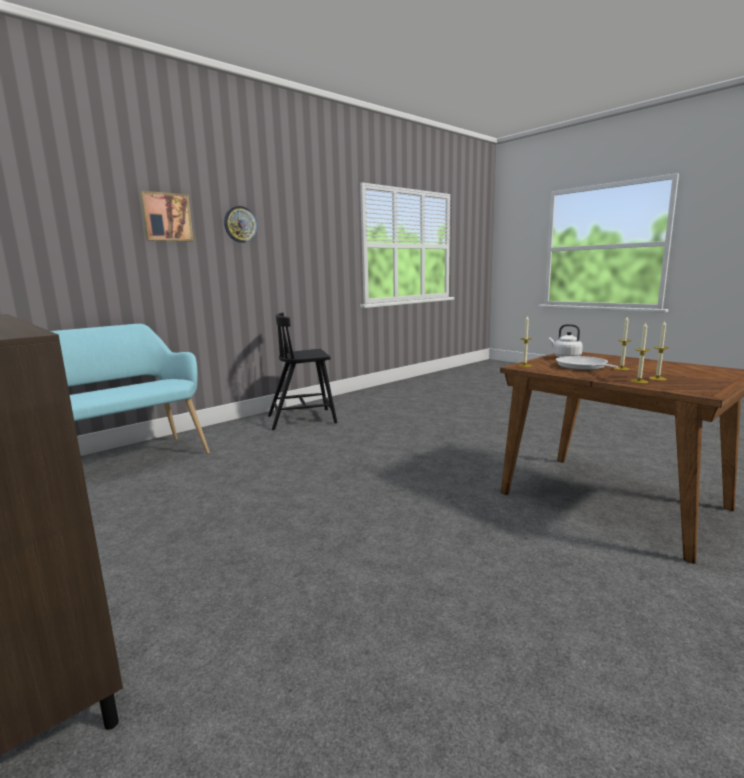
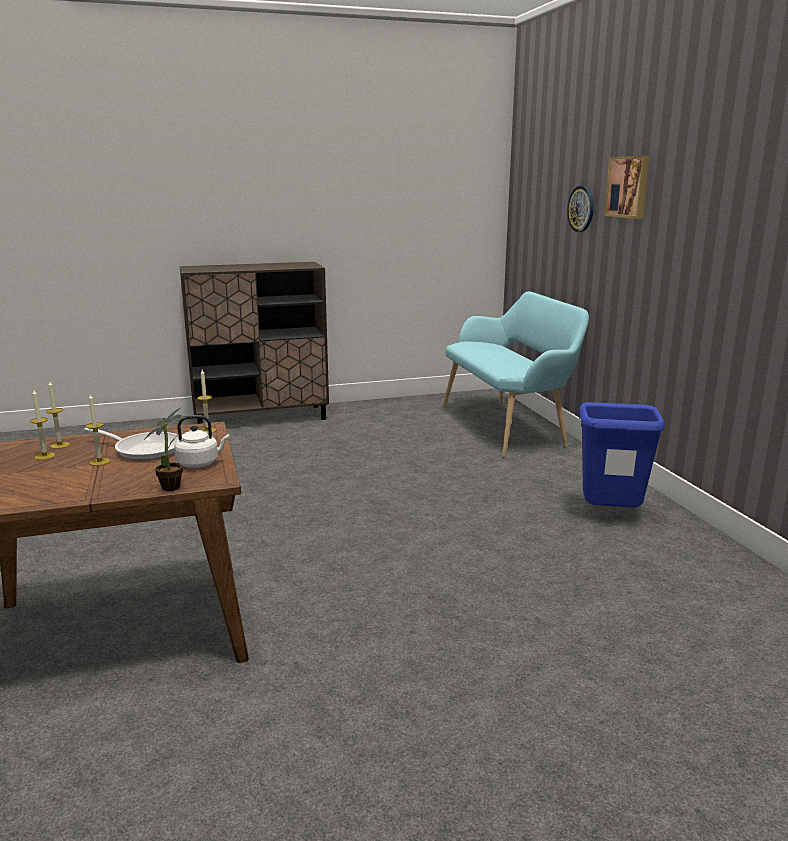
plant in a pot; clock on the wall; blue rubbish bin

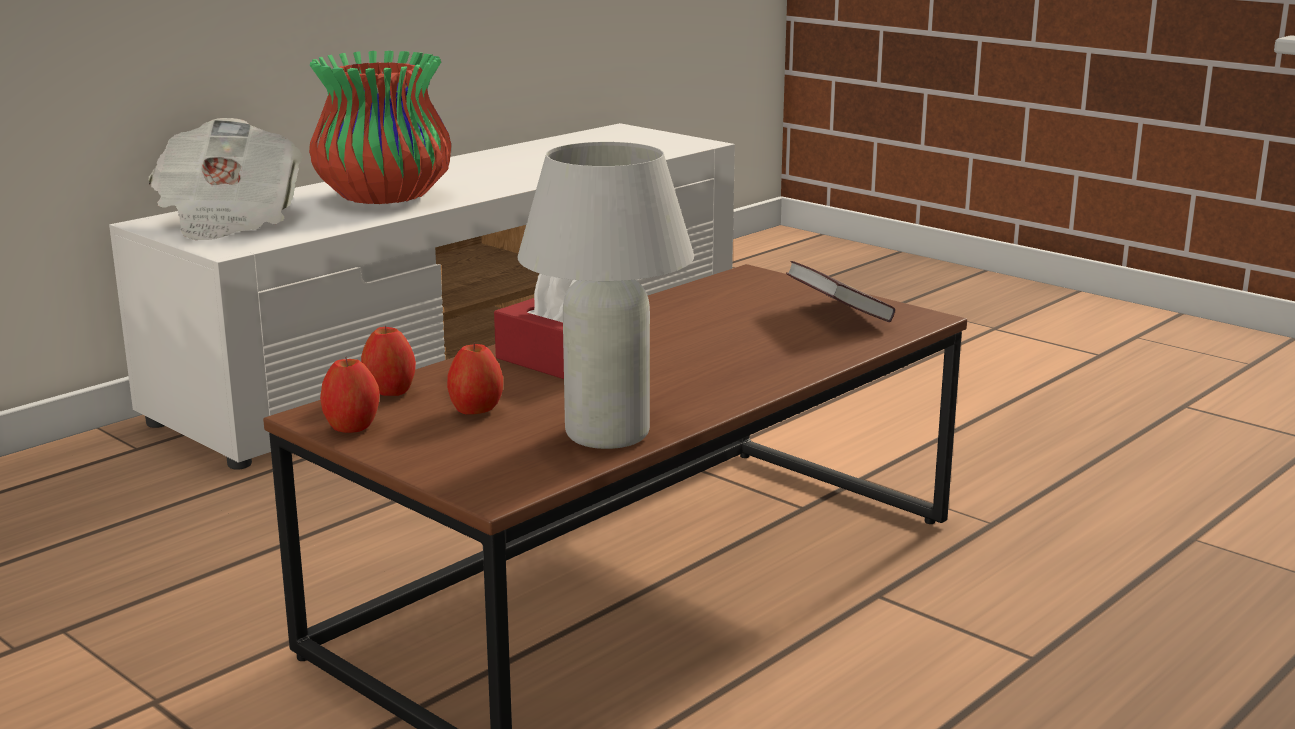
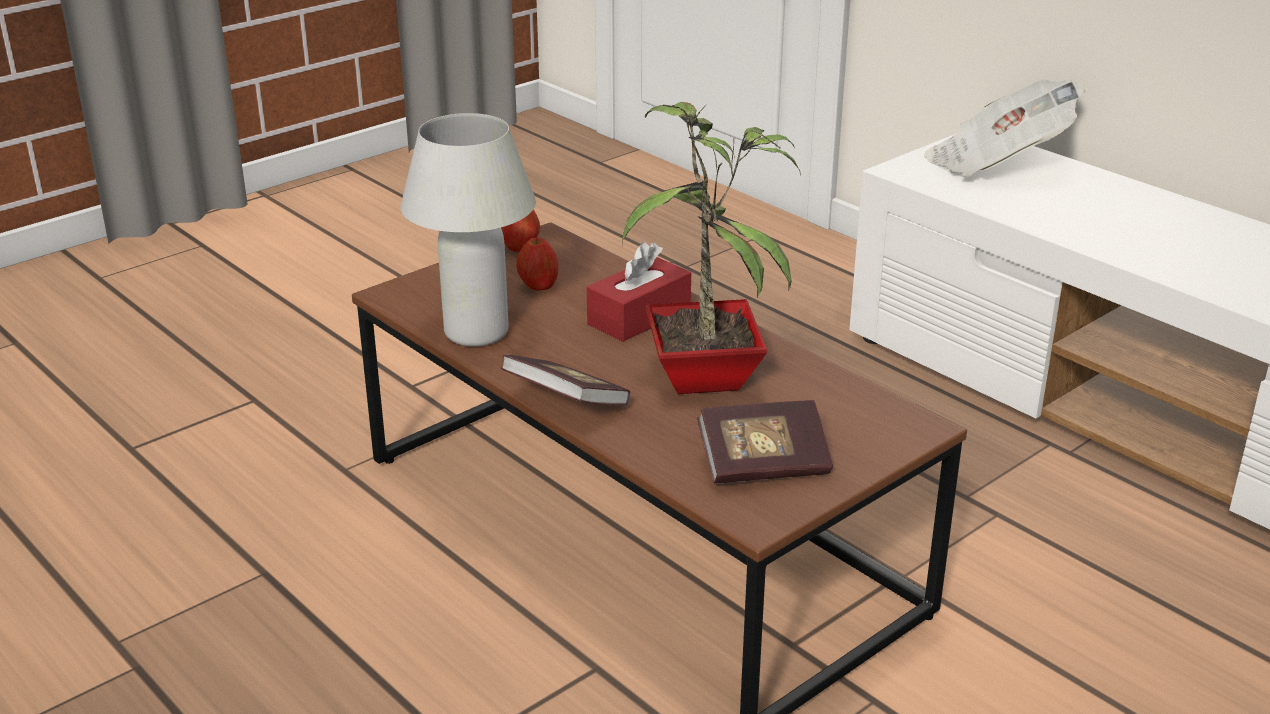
decorative vase; apple fruit (2nd from left in the first image); book (1st from left); plant in a pot

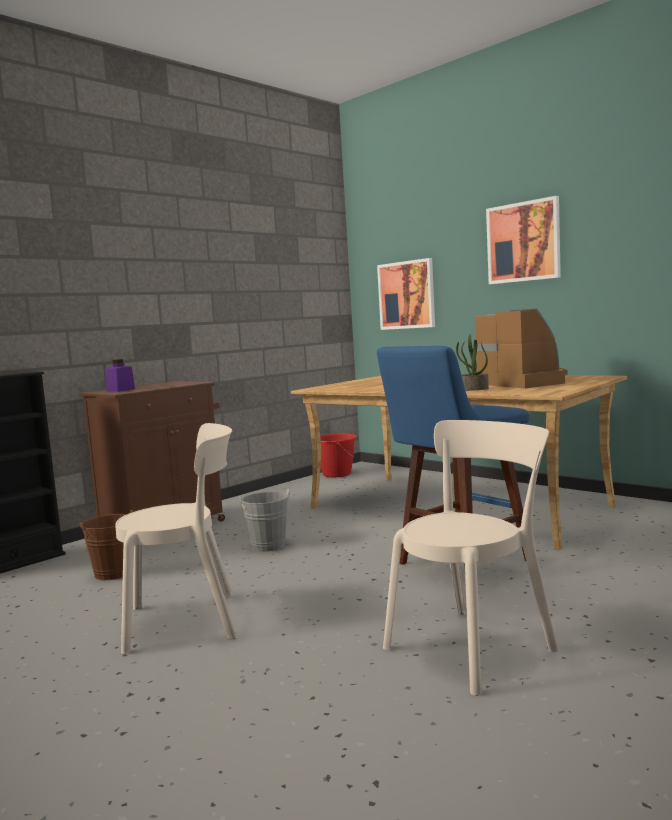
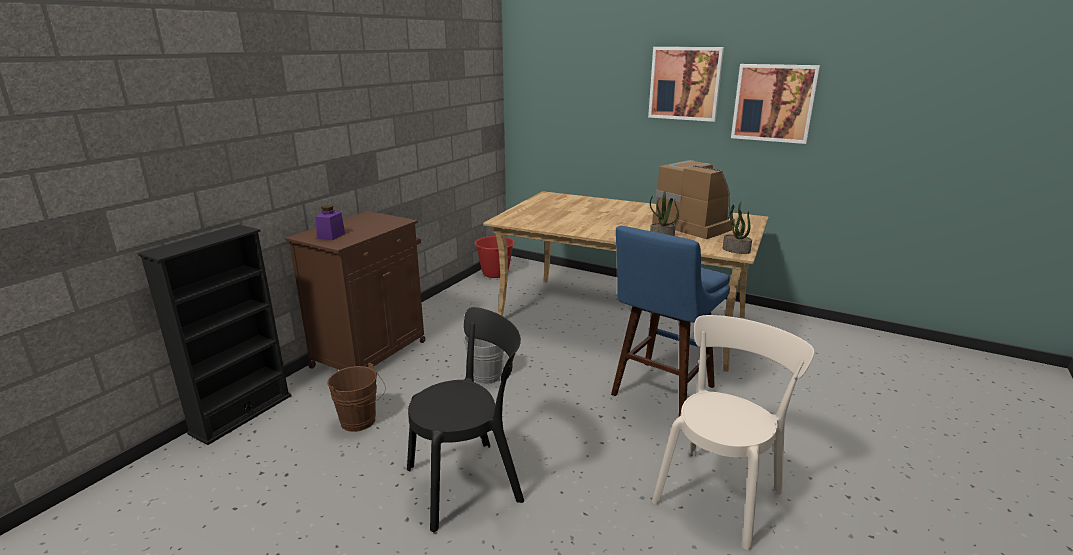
plant in a pot (2nd from left); picture (2nd from left); black-coloured upright chair

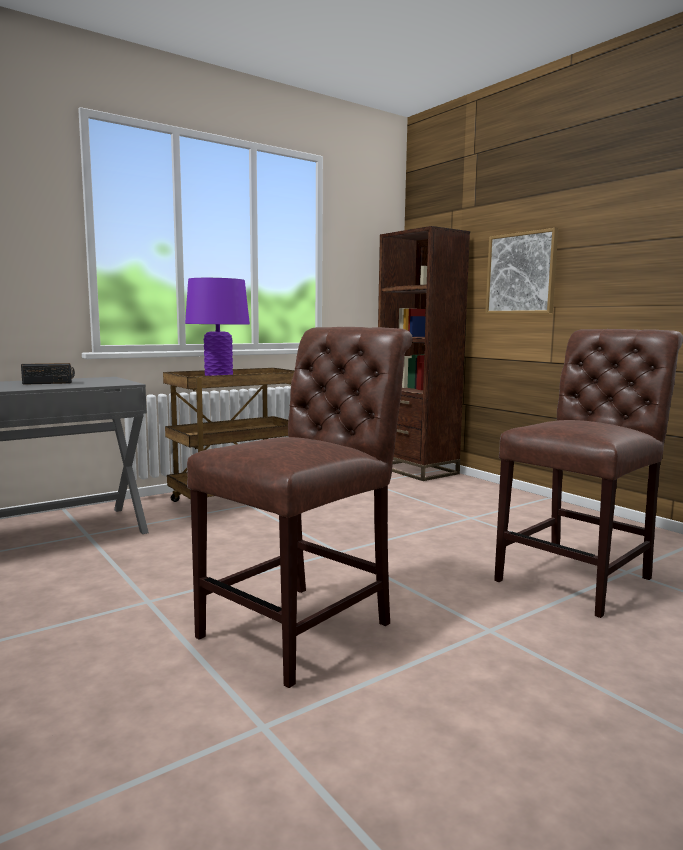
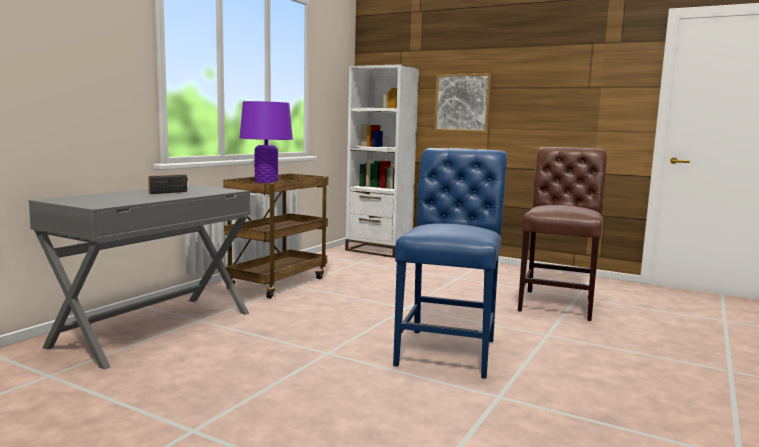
blue upright chair; white-coloured bookcase

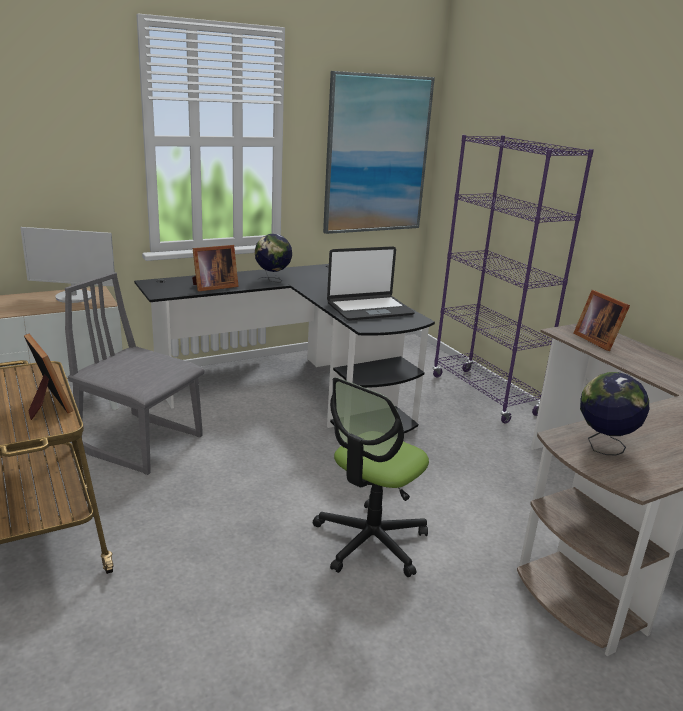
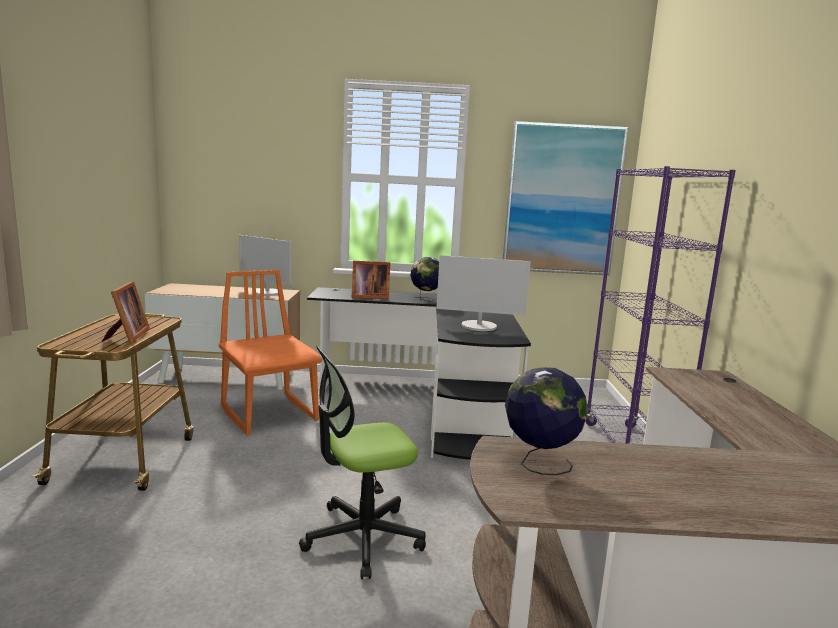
photo frame (3rd from left in the first image); monitor (2nd from left); orange upright chair

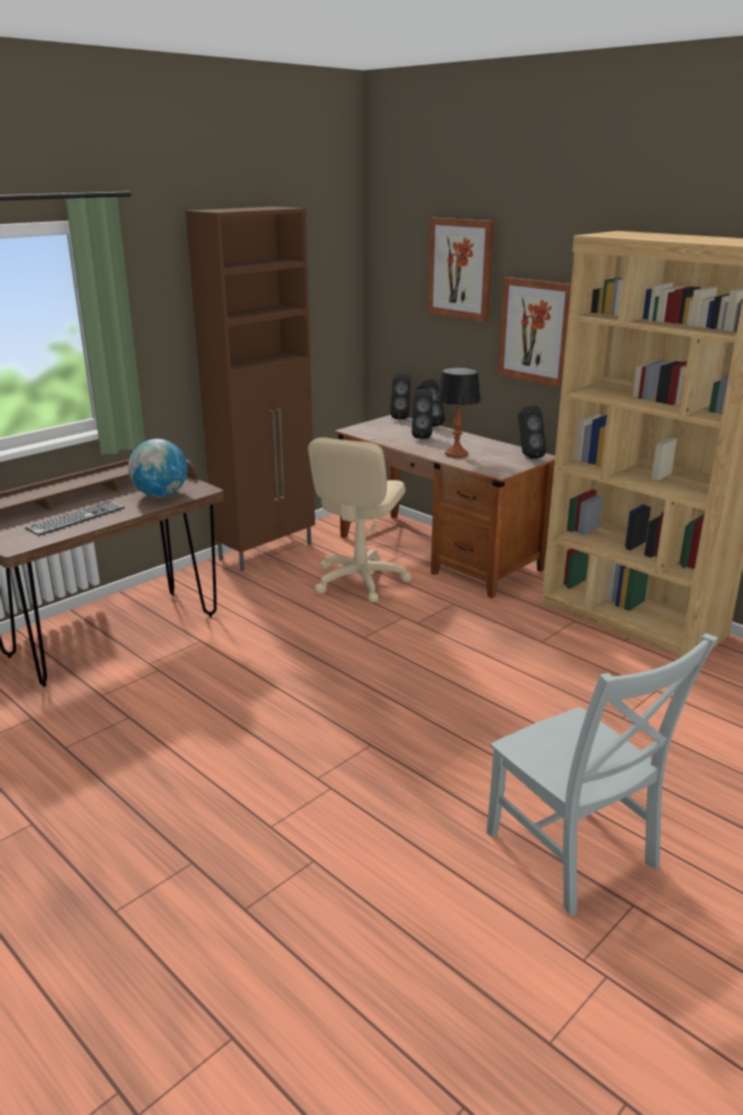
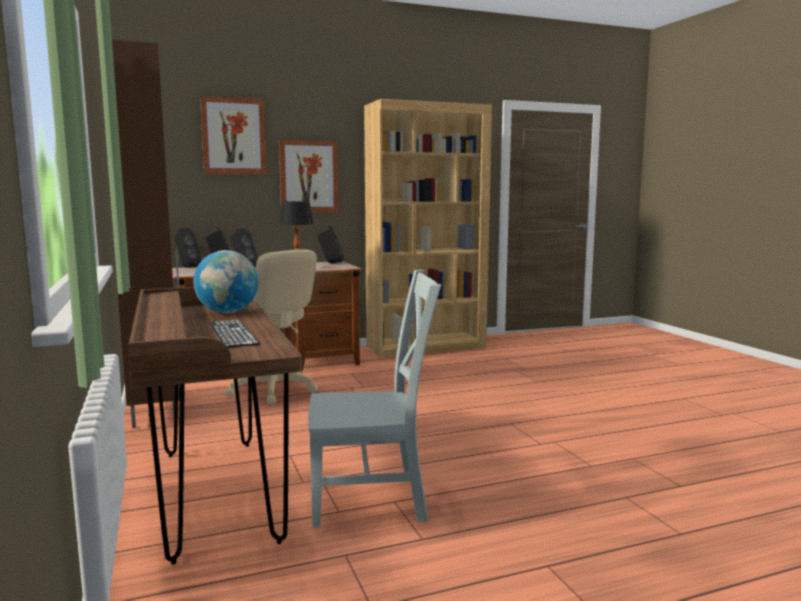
grey upright chair

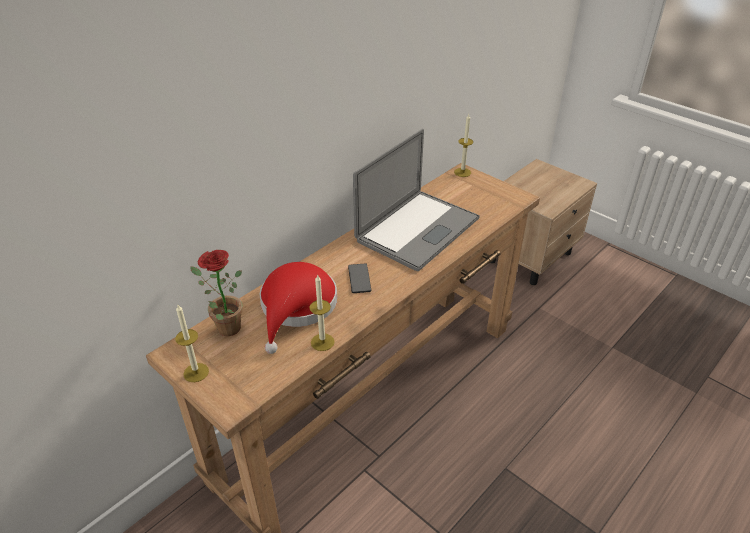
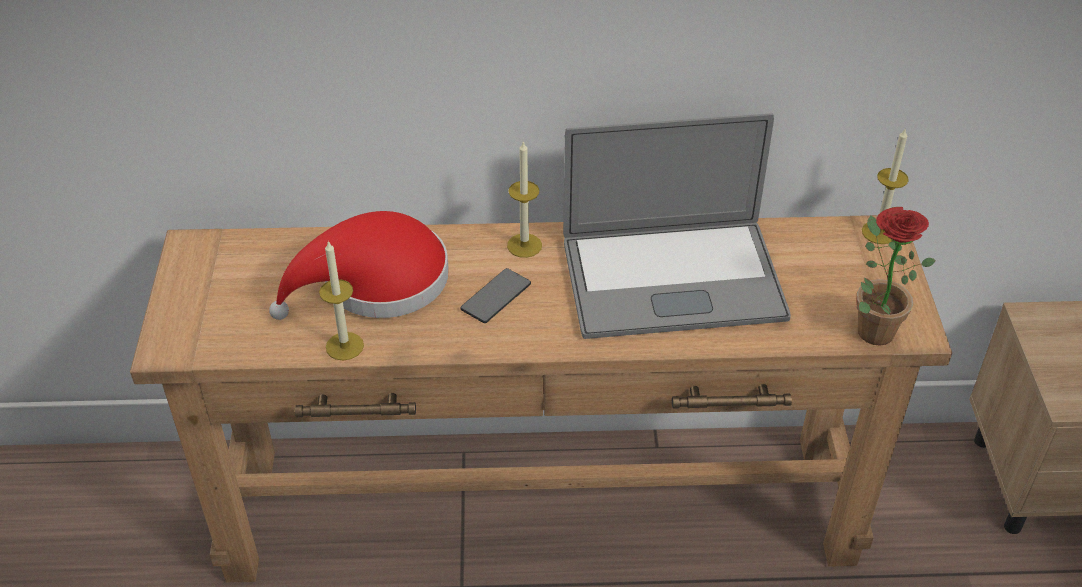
wax candle (2nd from left); plant in a pot

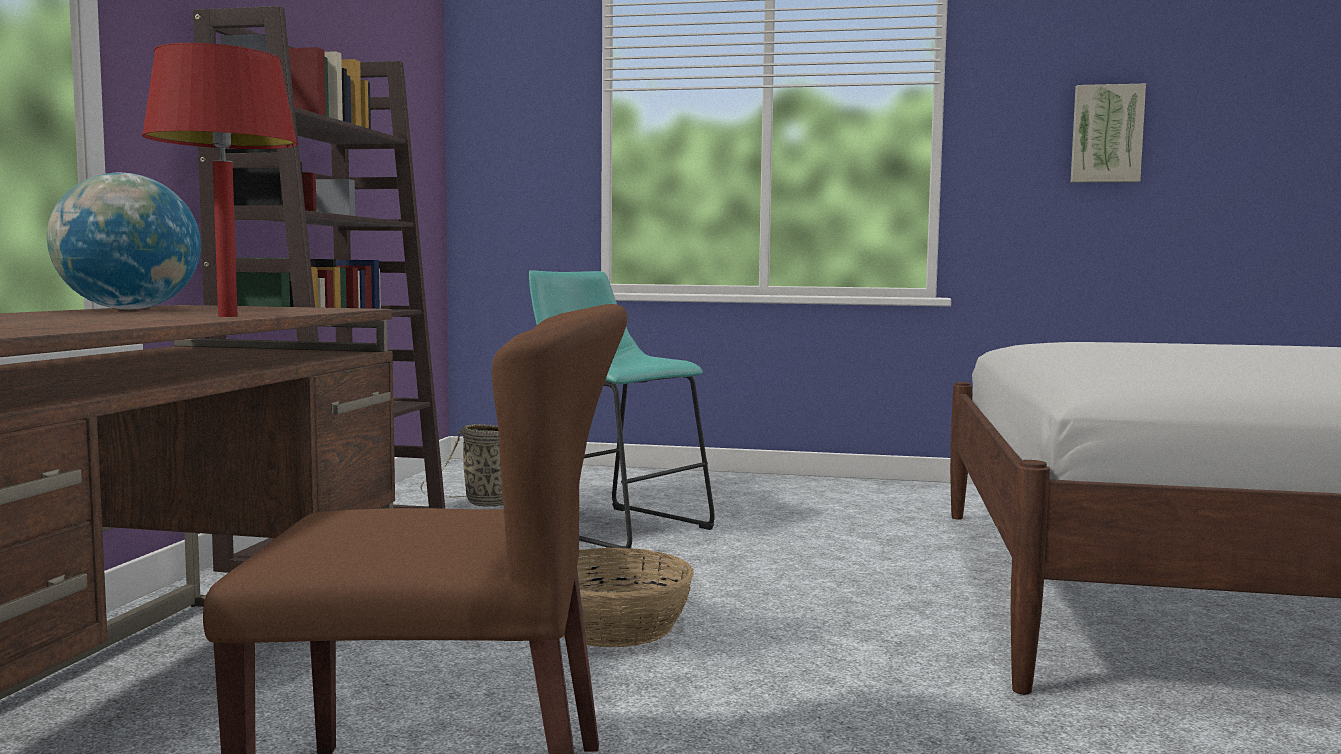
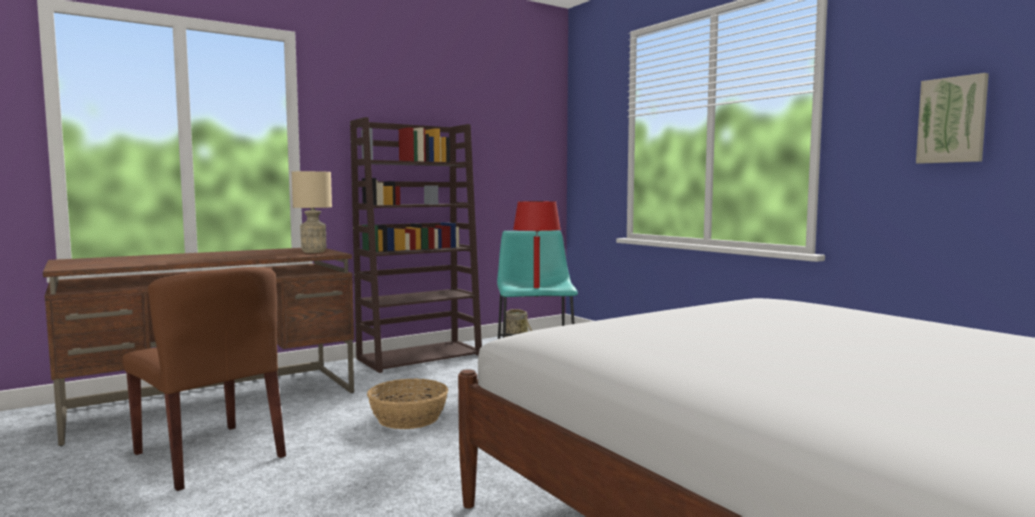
desk globe; sand-coloured lamp for a table; red lamp for a table

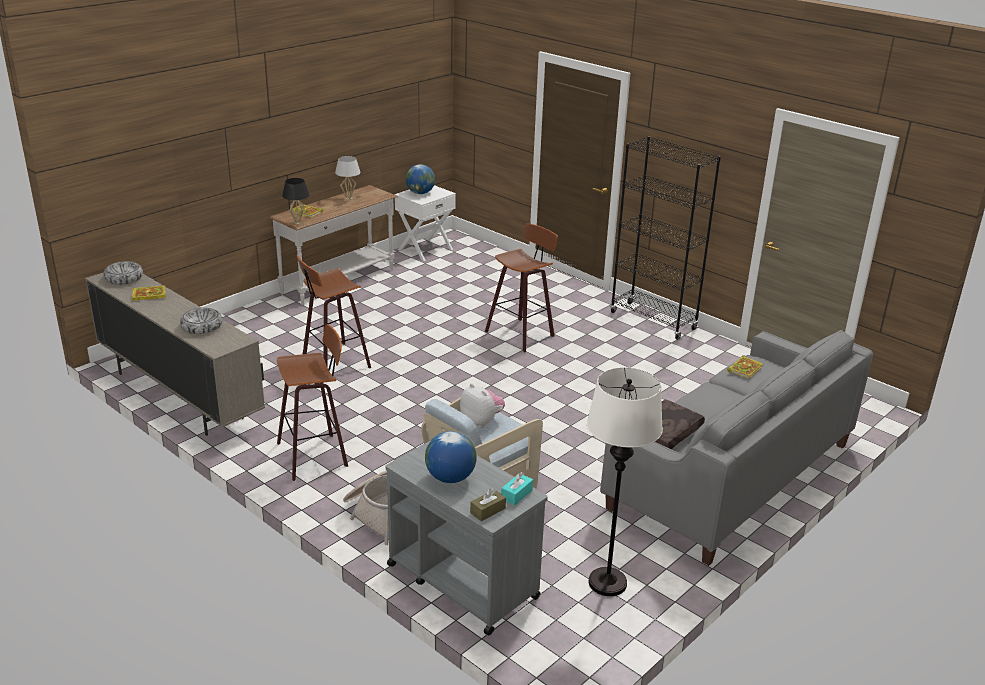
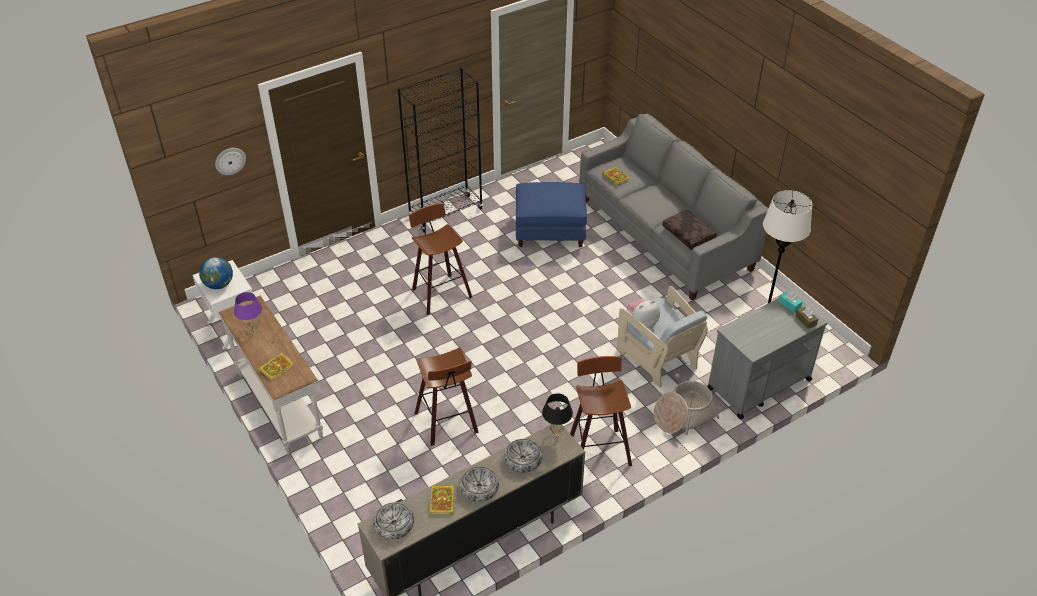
desk globe (2nd from left in the first image); clock on the wall; bowl (2nd from left); blue pouffe; black-coloured lamp for a table; purple lamp for a table

